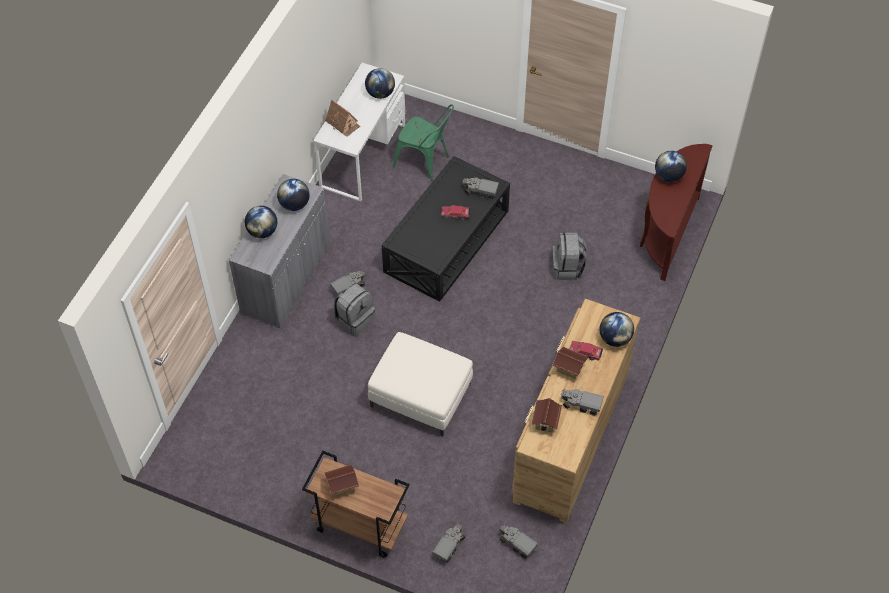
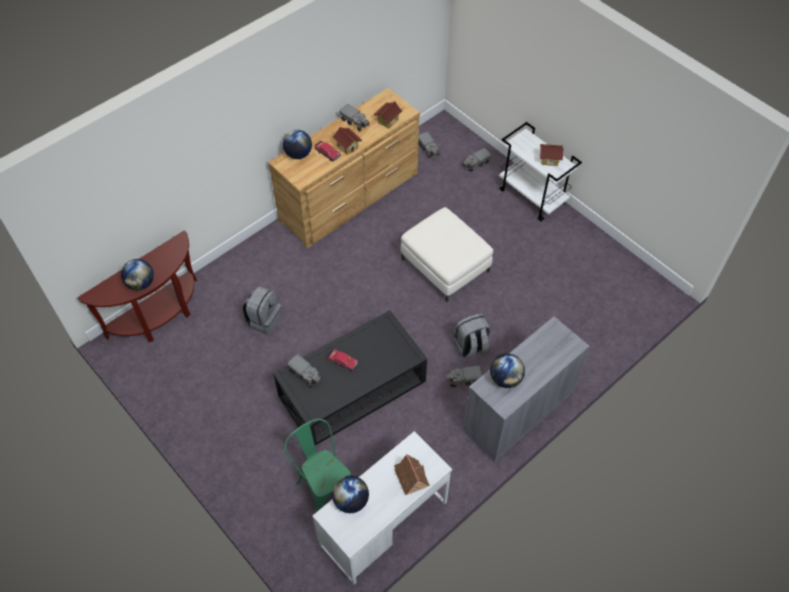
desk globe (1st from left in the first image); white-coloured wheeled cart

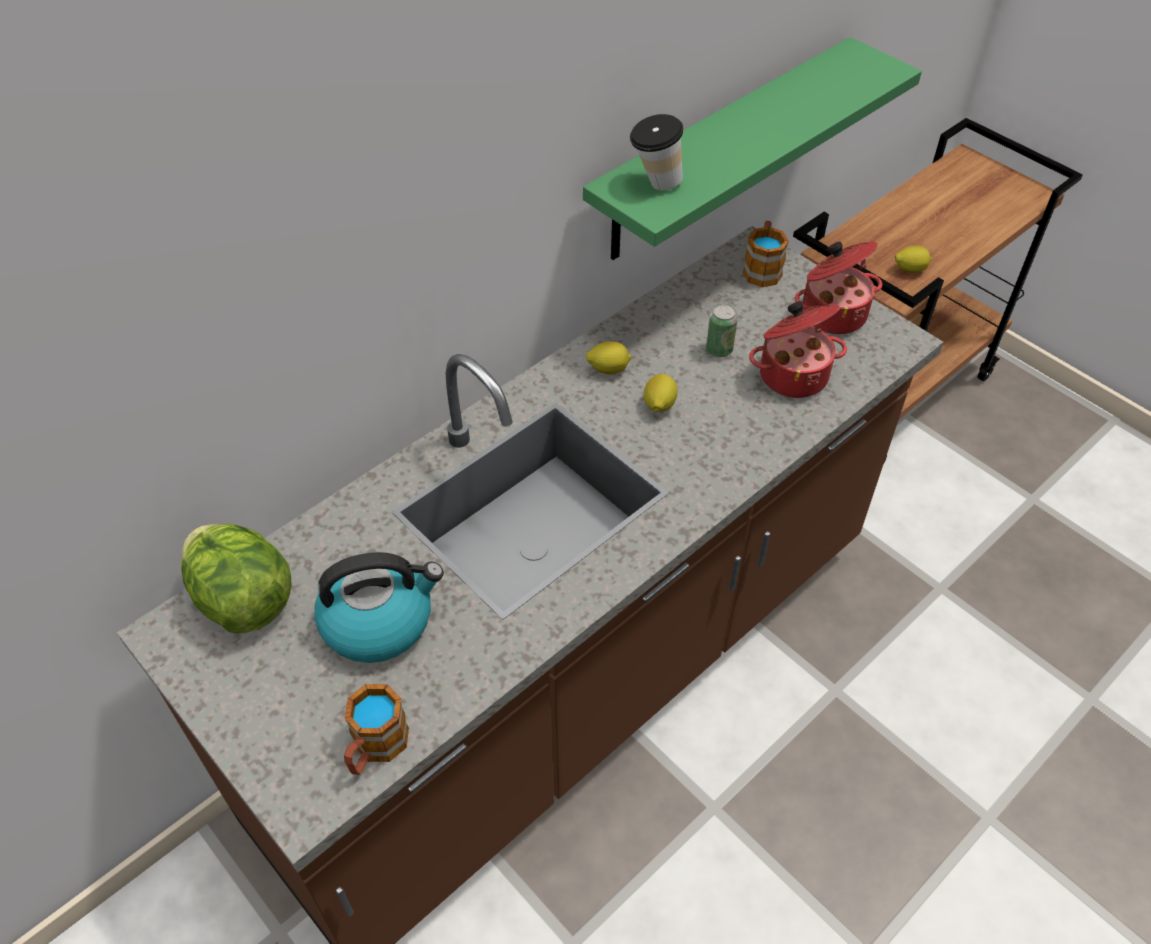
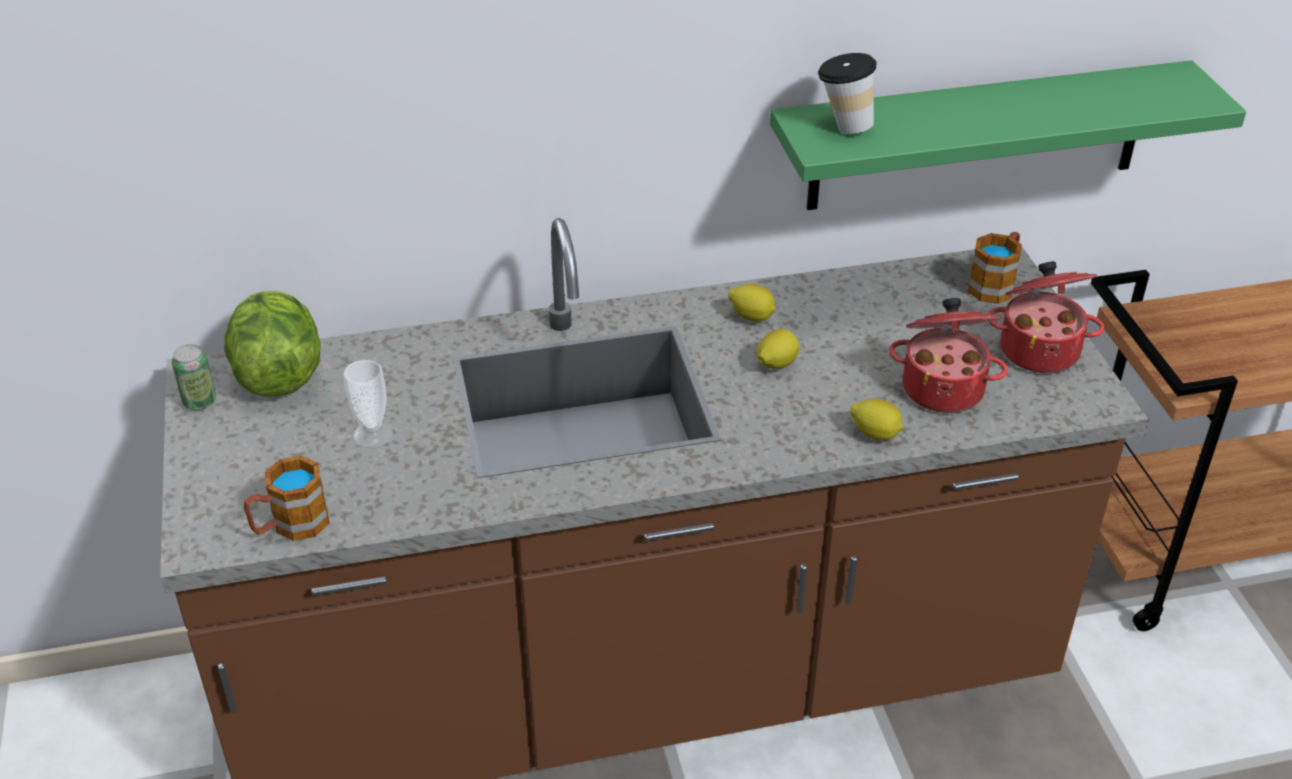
can; lemon (3rd from left); cup (1st from left)

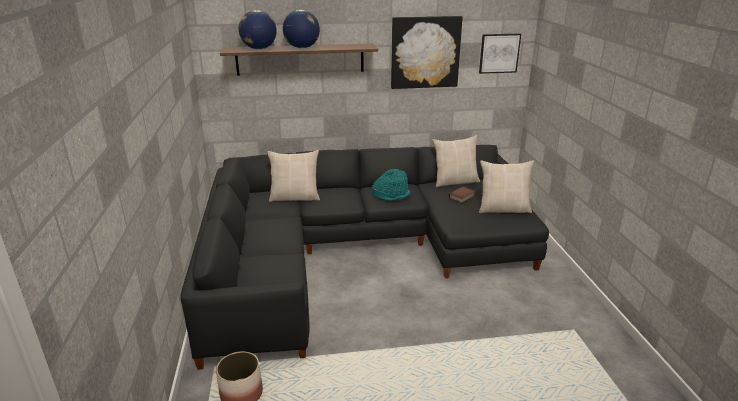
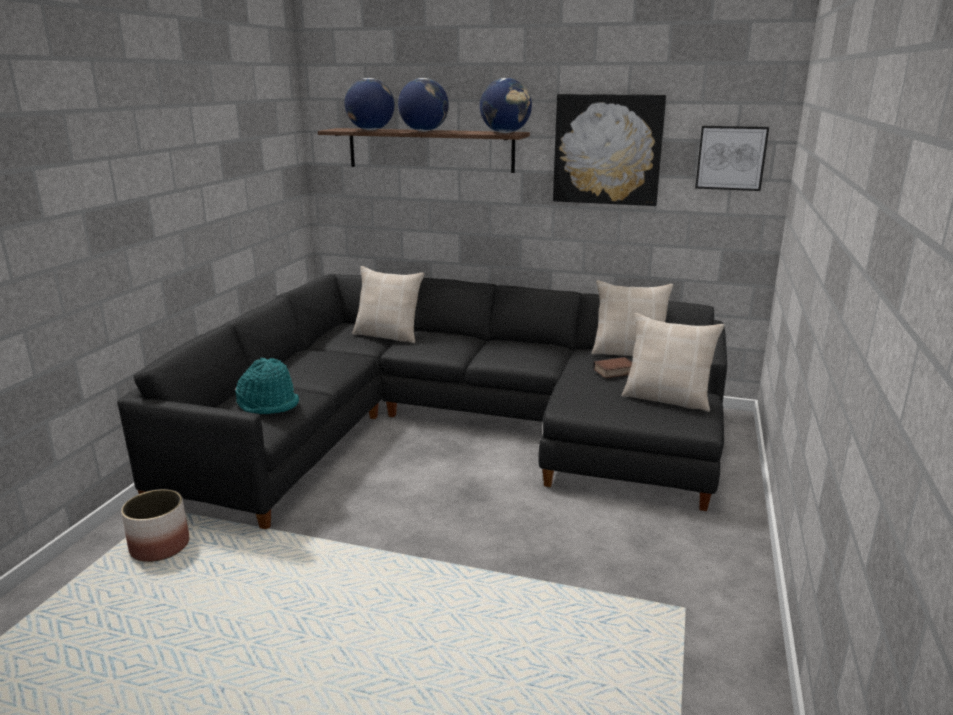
desk globe (3rd from left); turquoise-coloured clothing hat

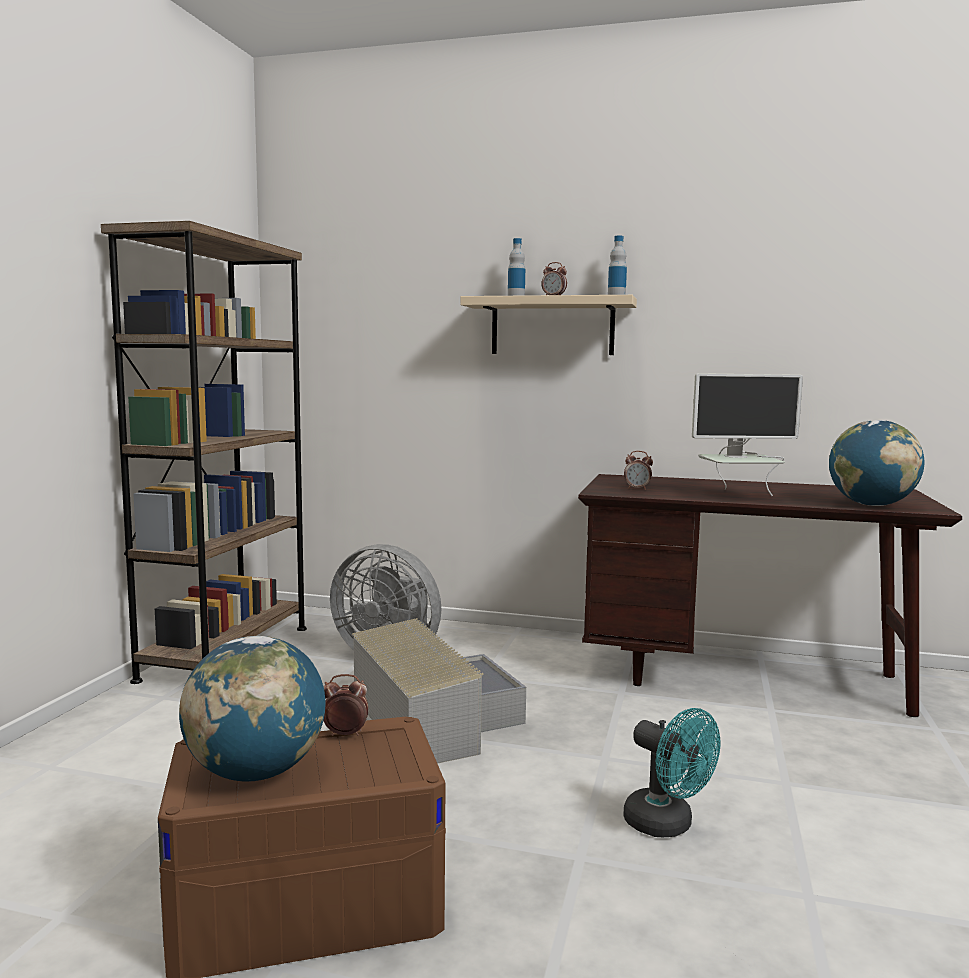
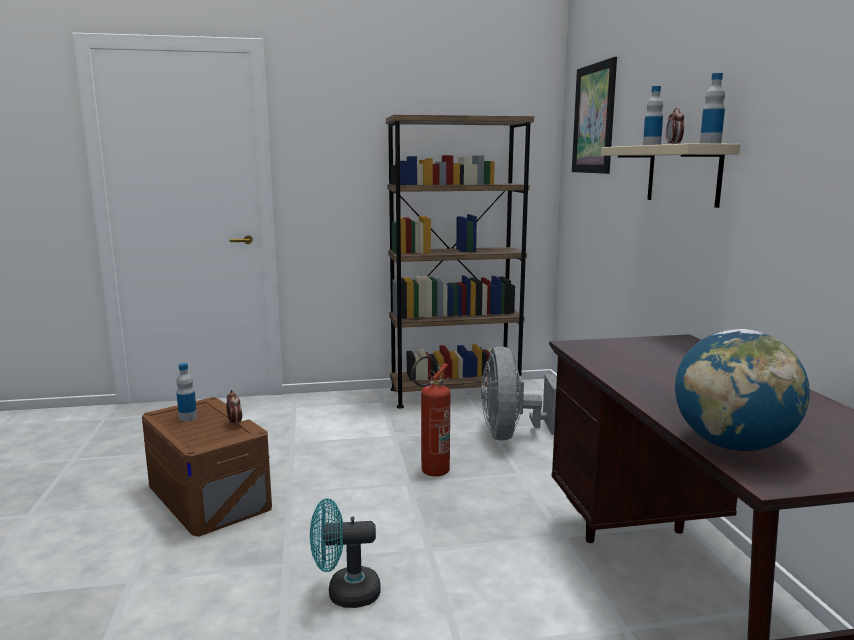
bedside clock (3rd from left in the first image); monitor; picture; drink bottle (1st from left); fire extinguisher; turquoise-coloured cooling fan

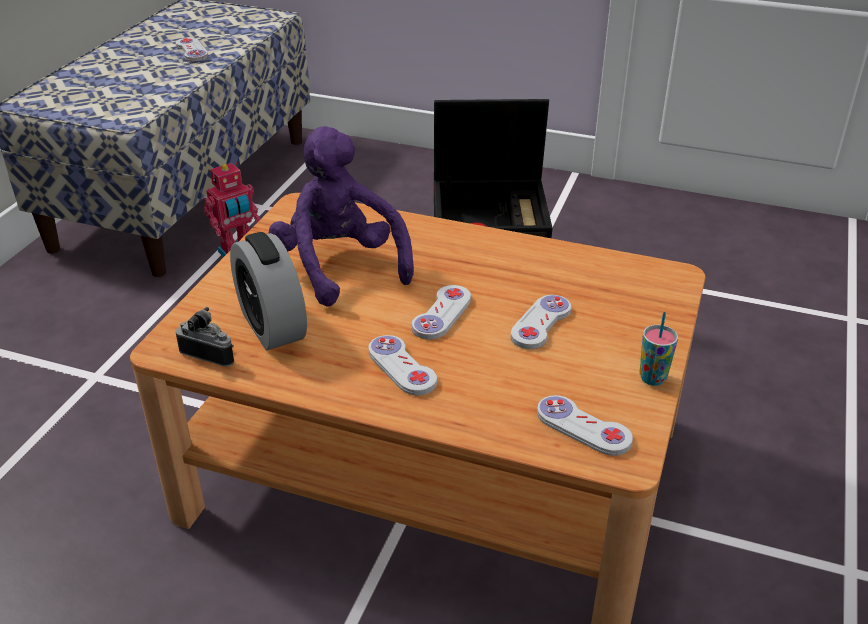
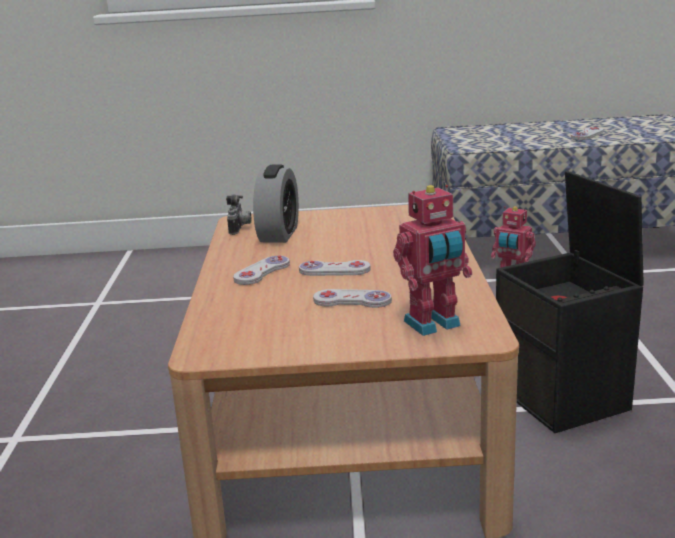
purple cuddly toy; white-coloured gamepad (5th from left in the first image); cup; robot figure (1st from left); bedside clock

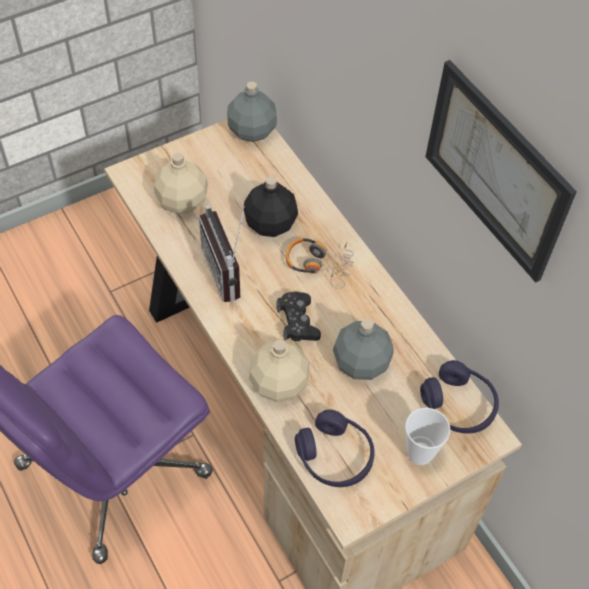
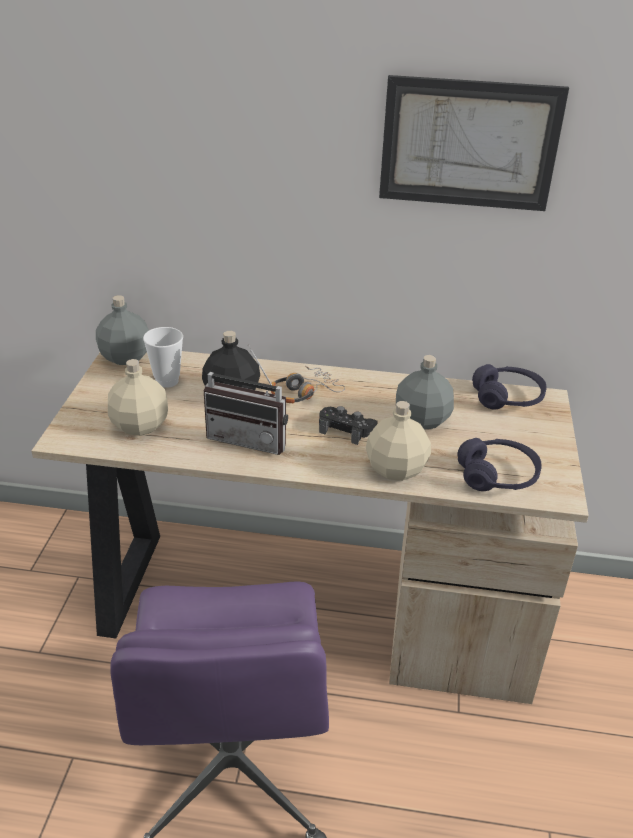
cup

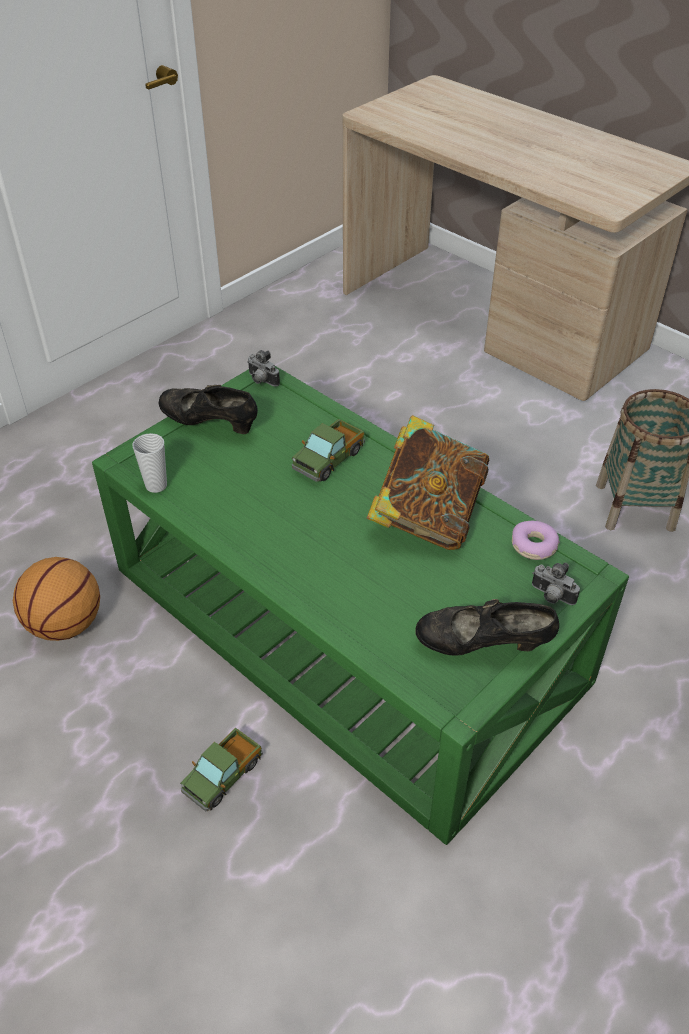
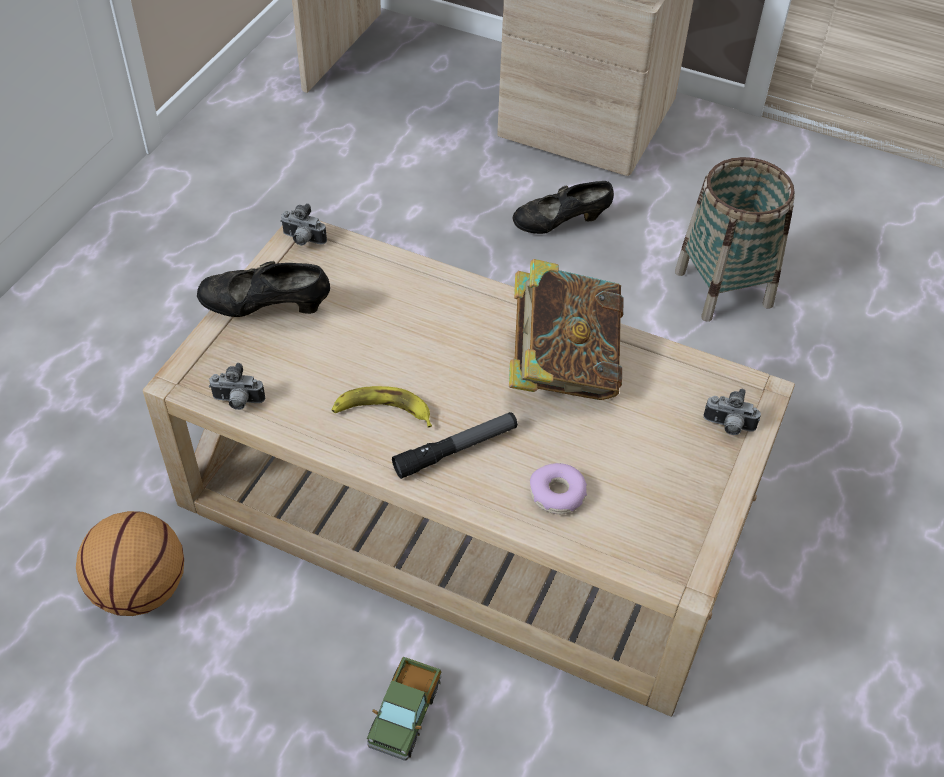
toy lorry (2nd from left in the first image); banana; hand torch; black-coloured shoe (2nd from left); ring doughnut; photo camera (1st from left); sand-coloured coffee table

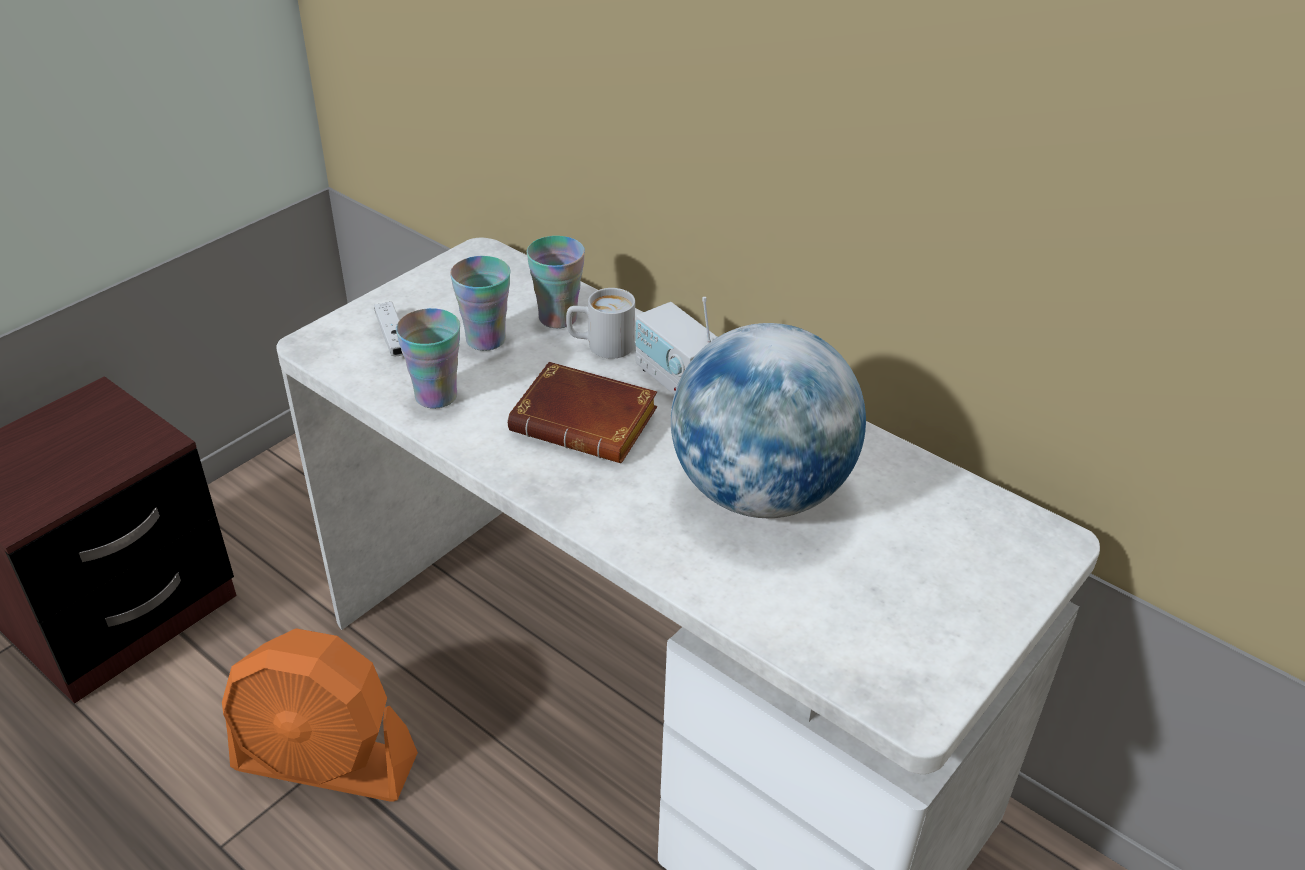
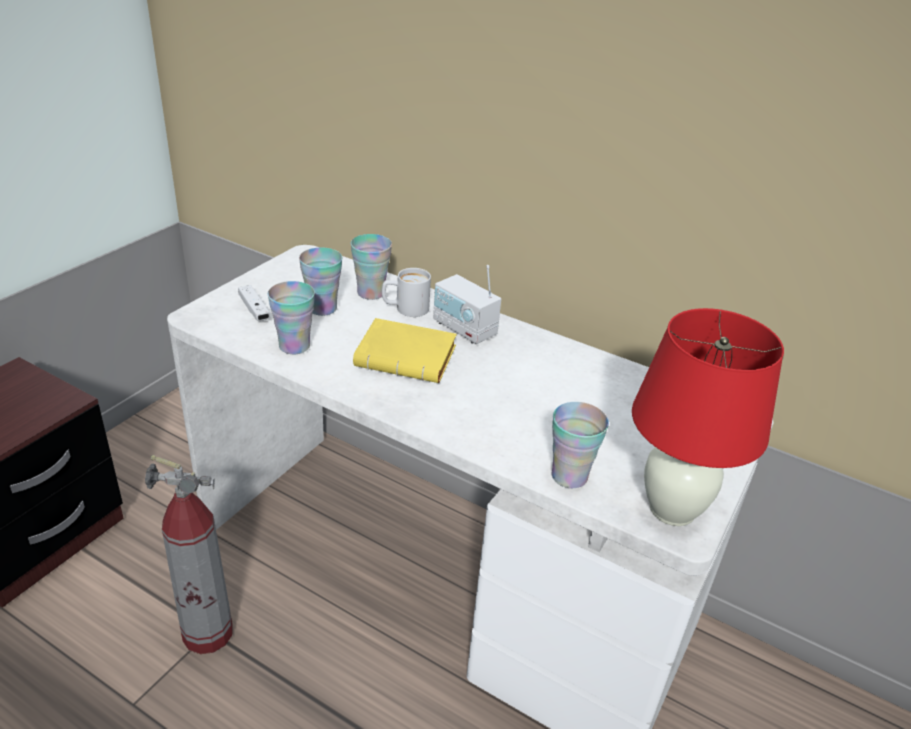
desk globe; cup (4th from left); red lamp for a table; fire extinguisher; yellow book

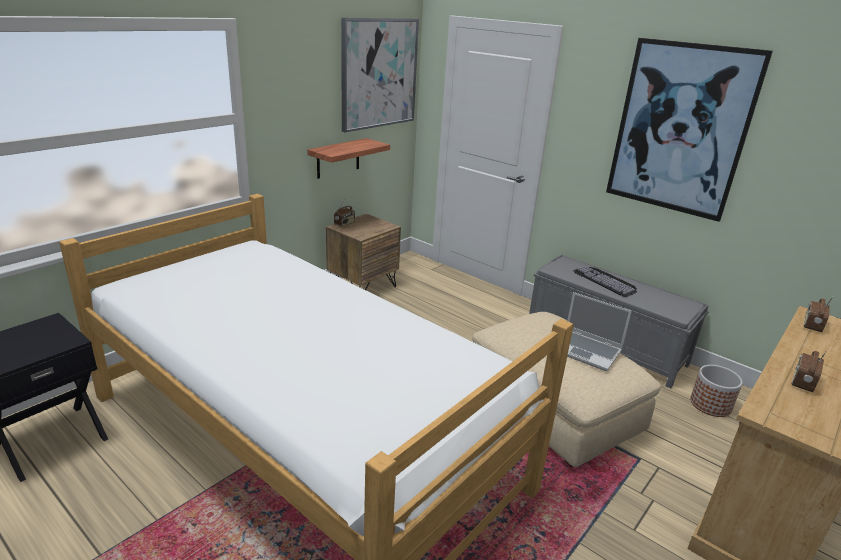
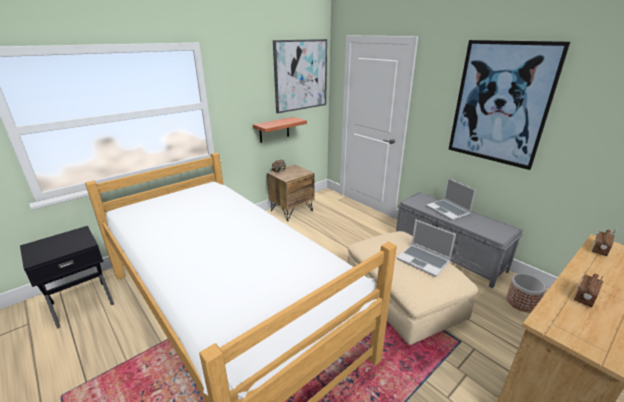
portable computer (2nd from left)

